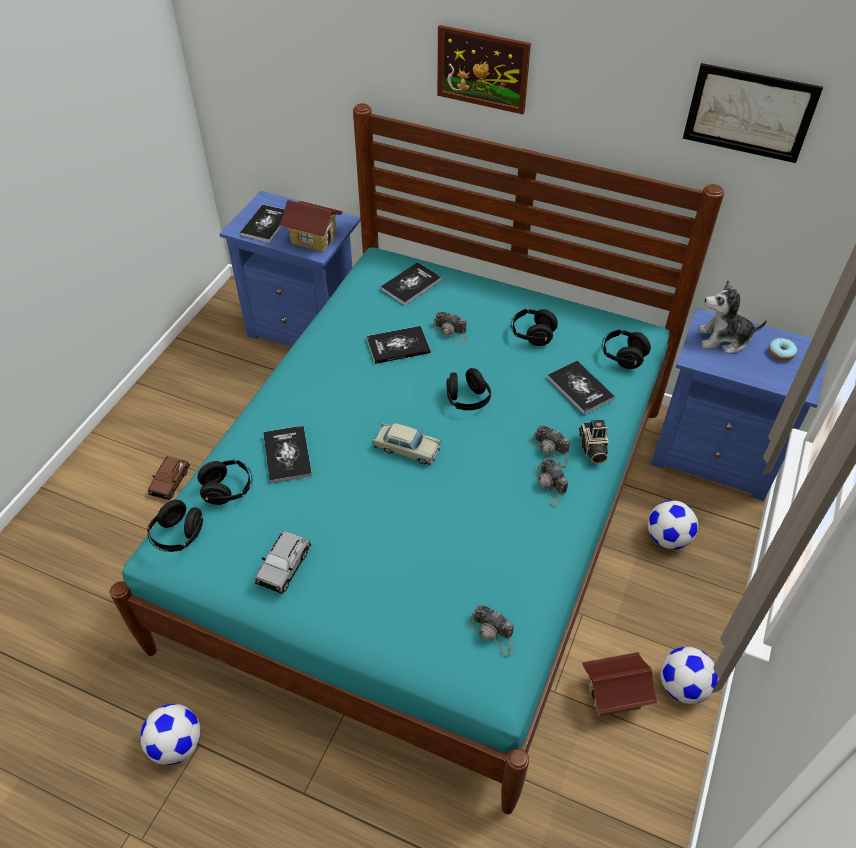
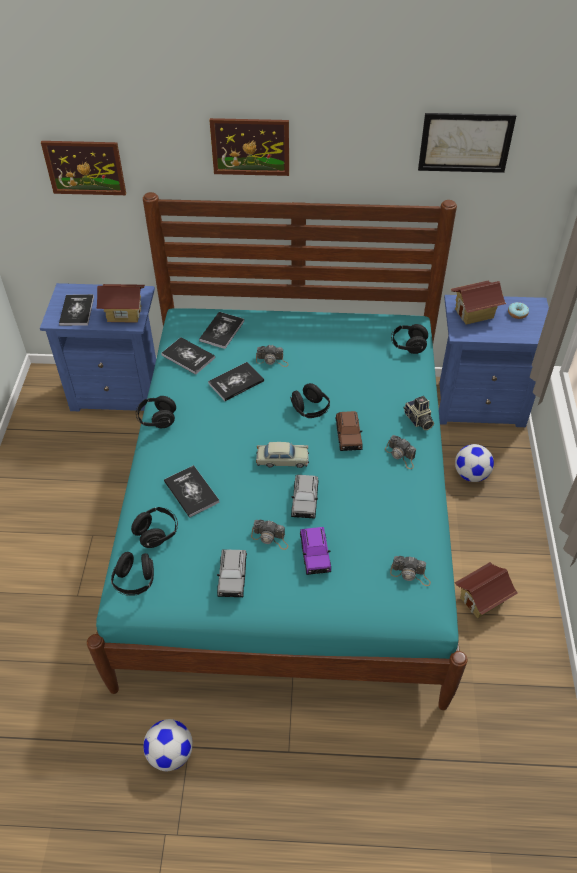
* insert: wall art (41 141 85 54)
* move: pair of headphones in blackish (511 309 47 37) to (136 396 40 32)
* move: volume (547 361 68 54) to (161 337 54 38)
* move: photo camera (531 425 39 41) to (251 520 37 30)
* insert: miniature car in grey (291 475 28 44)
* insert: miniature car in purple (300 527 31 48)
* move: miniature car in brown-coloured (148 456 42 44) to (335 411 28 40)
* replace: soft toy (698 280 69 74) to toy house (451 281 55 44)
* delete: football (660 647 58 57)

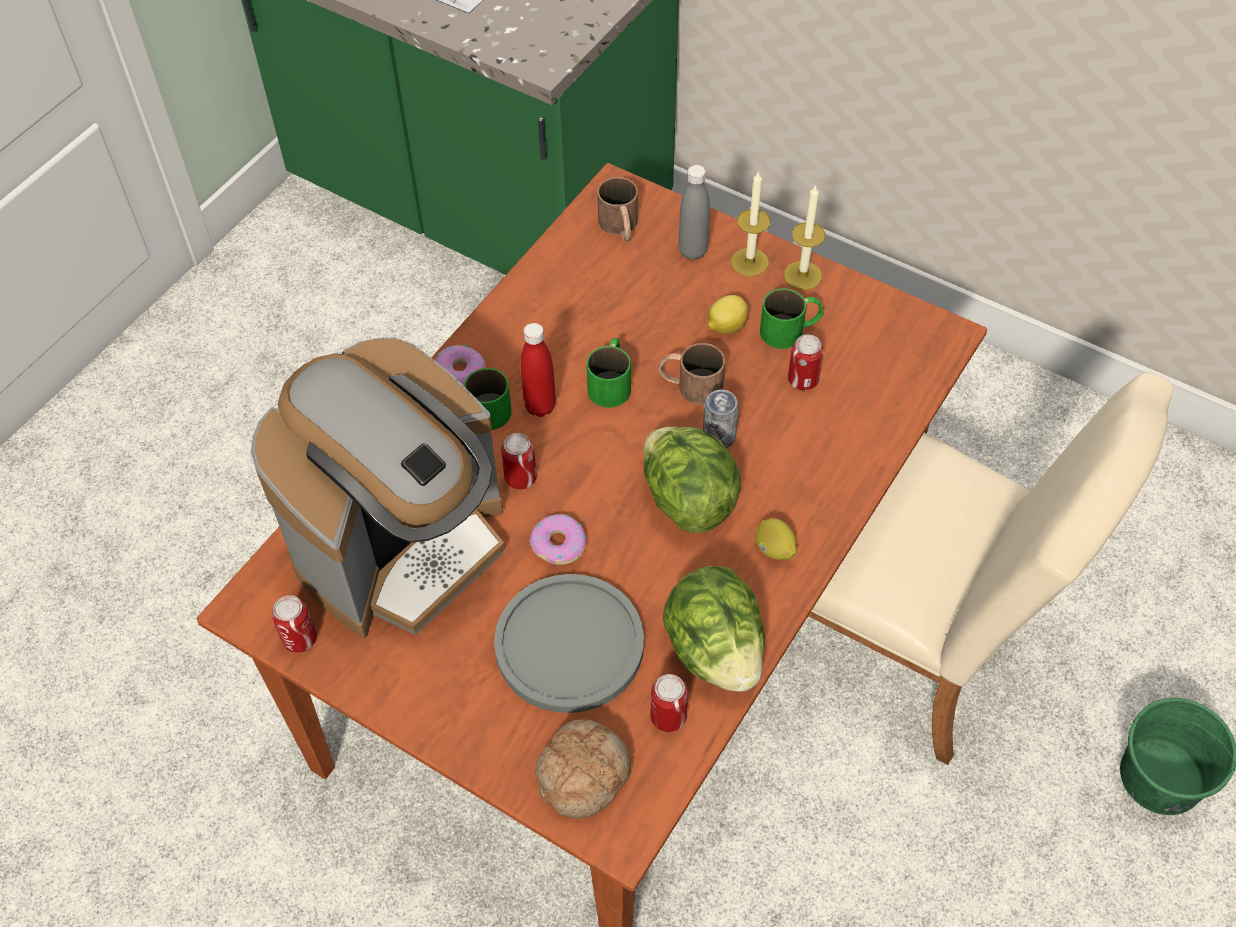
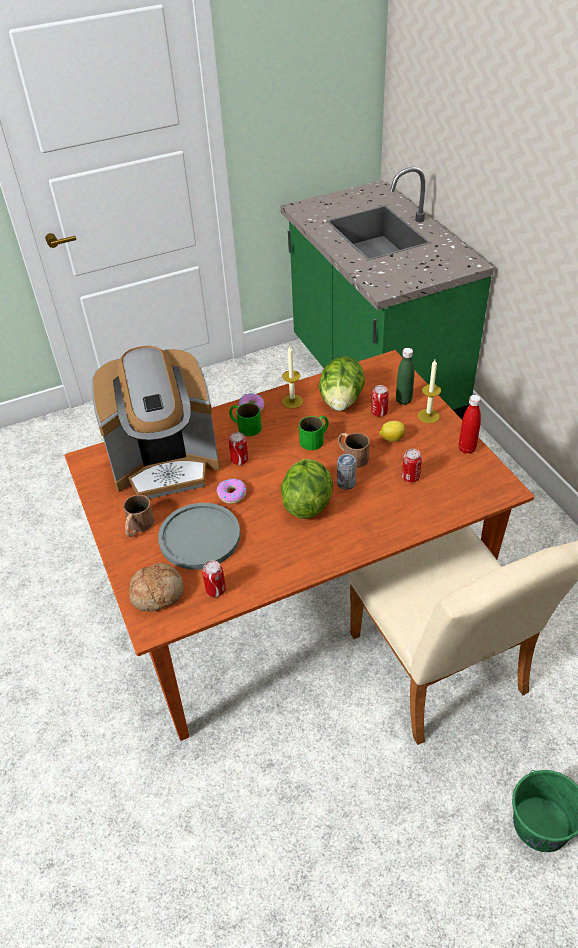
* move: coffee mug in brown-coloured (597 177 41 64) to (123 495 31 42)
* move: wax light (784 184 41 106) to (282 346 21 63)
* move: lettuce head (663 566 102 126) to (319 356 46 55)
* move: metal can (272 595 45 58) to (371 385 18 32)
* recolor: beverage bottle in grey (679 165 31 95) to beverage bottle in green-coloured (396 348 18 57)
* move: beverage bottle in red (520 323 36 94) to (459 395 22 59)
* delete: citrus fruit (755 518 42 42)
* delete: coffee mug in green-coloured (760 288 64 61)

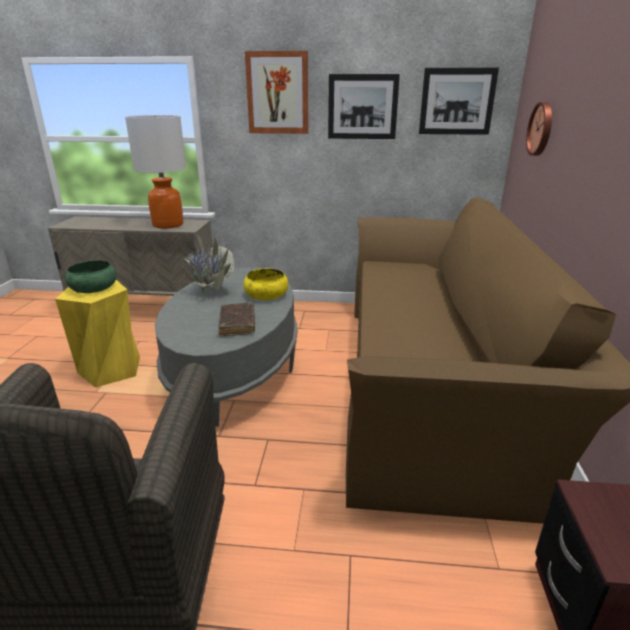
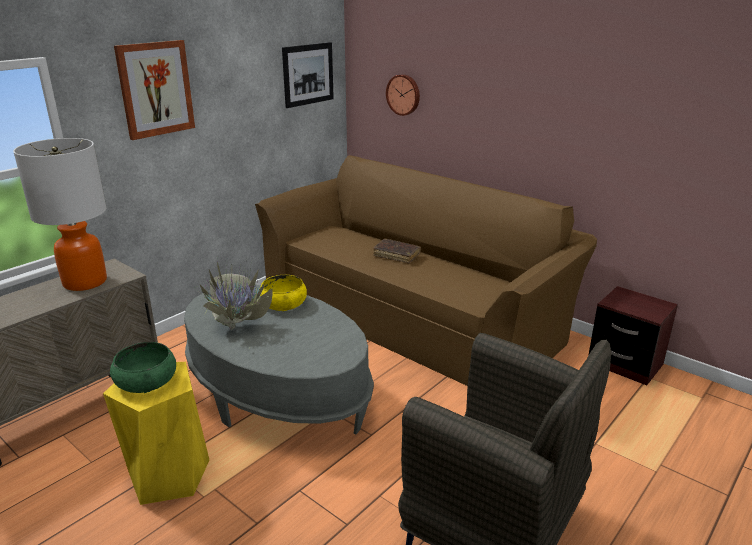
* move: volume in brown-coloured (218 303 37 33) to (373 239 48 24)
* delete: wall art (328 74 72 65)

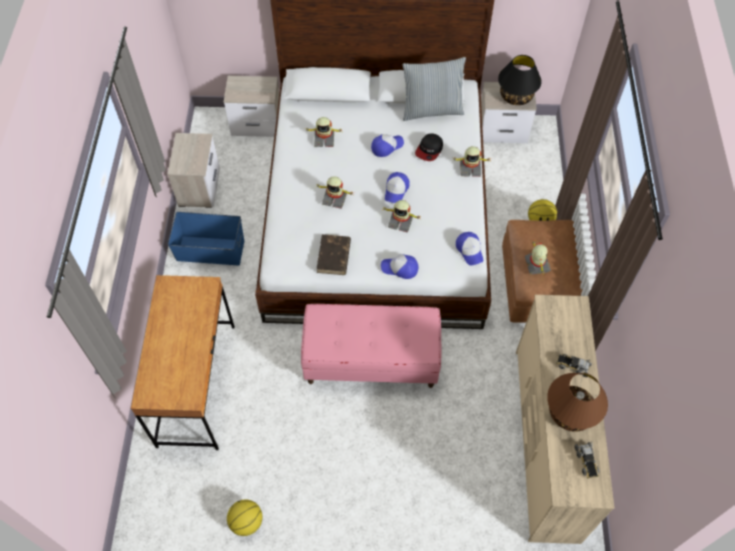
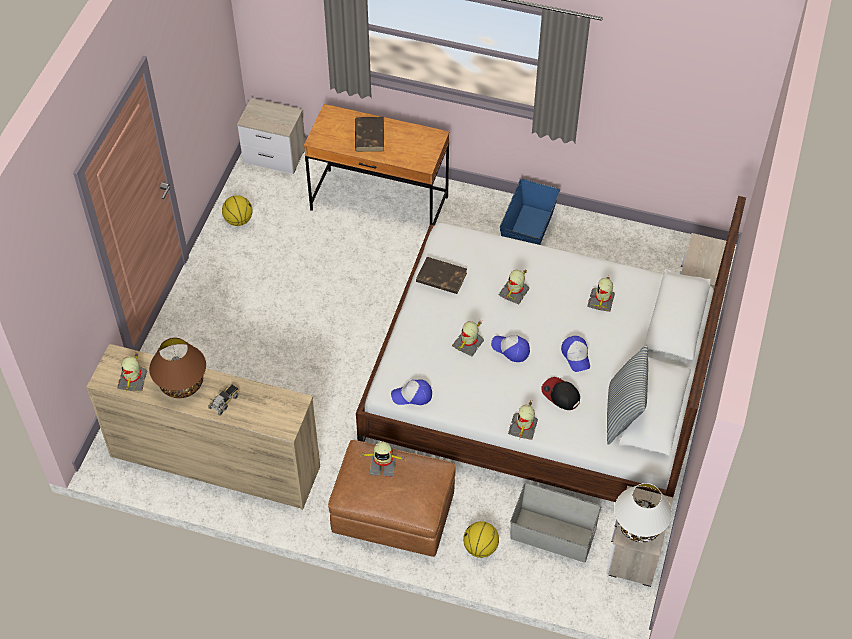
* replace: model truck (574 442 25 36) to model robot (117 353 30 39)
* move: night table (168 133 52 75) to (237 98 68 76)
* insert: volume in brown-coloured (355 117 29 35)
* insert: storage container in grey (510 482 91 80)
* recolor: table lamp in blackish (498 55 43 50) to table lamp in whitish (614 483 58 59)
* delete: long seat in pink-coloured (301 304 141 84)
* delete: peaked cap (381 254 38 25)

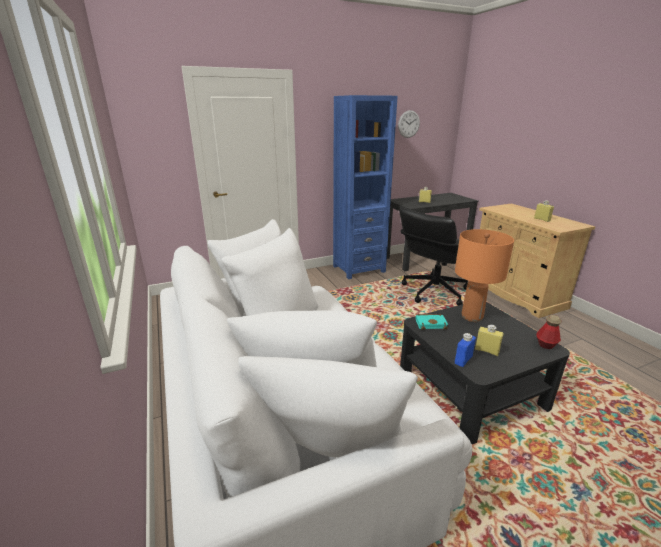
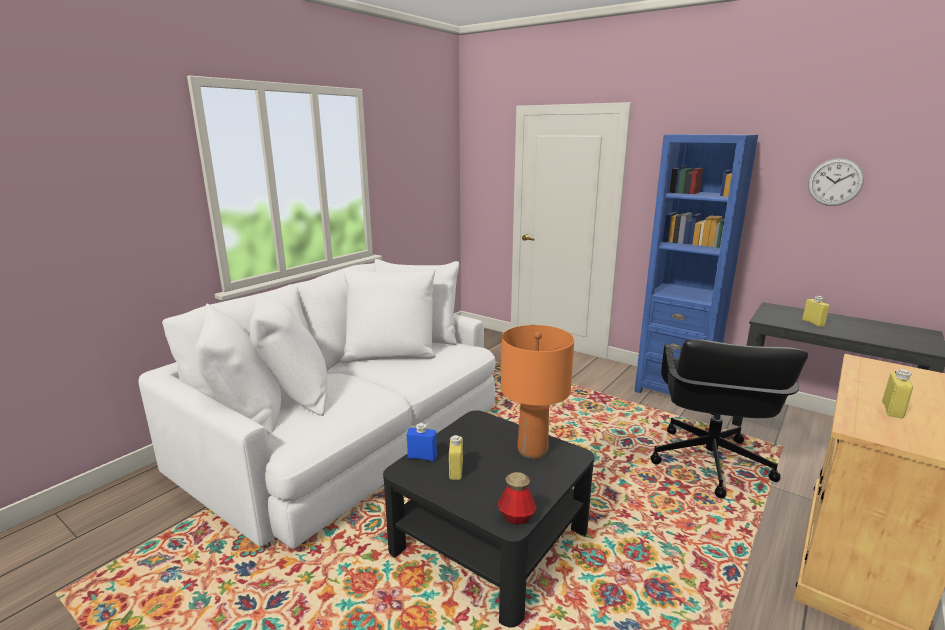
* rotate: desk chair in blackish (399 208 69 97) = (651 339 157 160) 90 degrees counterclockwise
* delete: volume in blue-green (415 314 33 16)

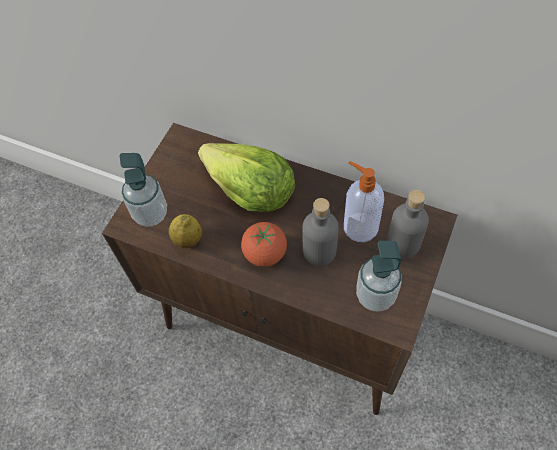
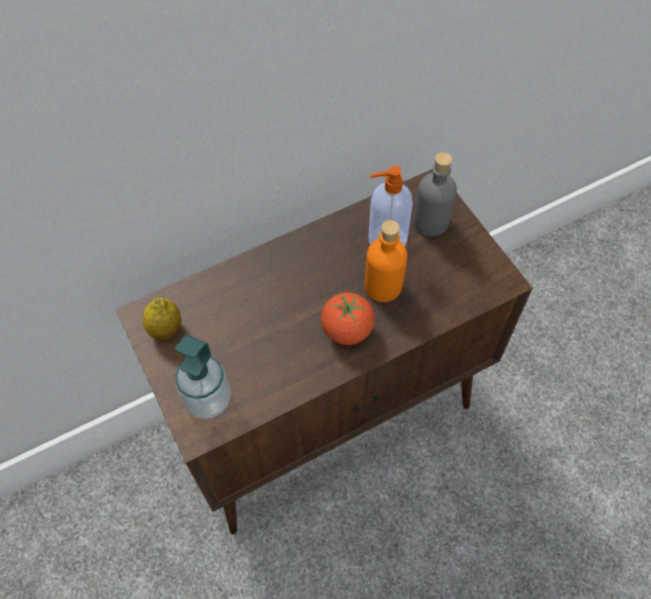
* move: citrus fruit (169 214 33 34) to (143 297 38 43)
* recolor: beverage bottle in grey (302 198 37 68) to beverage bottle in orange (365 220 42 82)
* delete: lettuce head (198 143 97 69)
* delete: soap bottle (356 241 46 71)

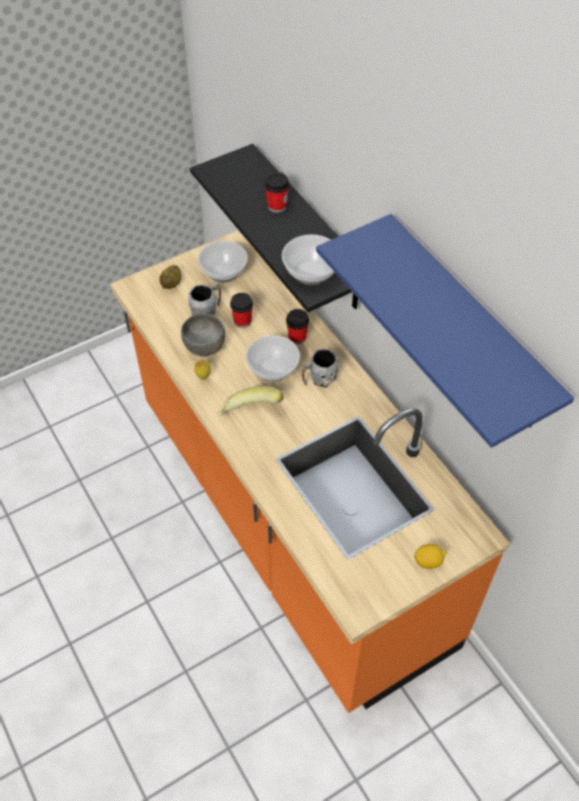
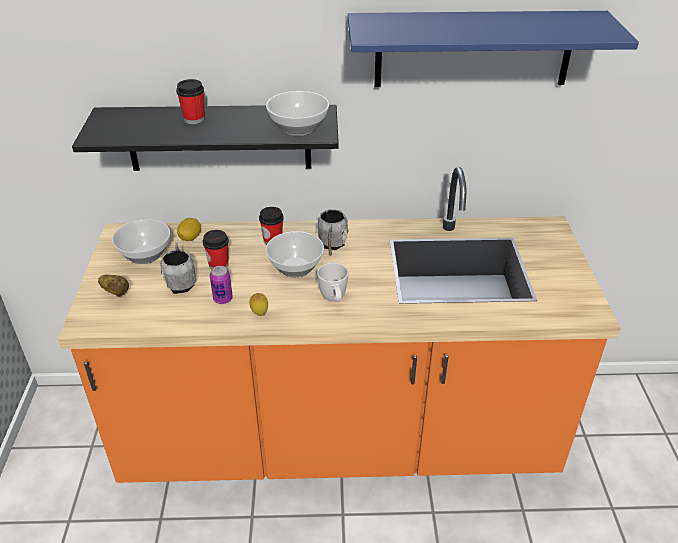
* move: citrus fruit (414 544 32 25) to (177 218 24 23)
* replace: deep dish in grey (181 313 44 43) to metal can (210 266 23 38)
* replace: whole banana (217 386 67 30) to coffee mug in whitish (317 263 31 39)

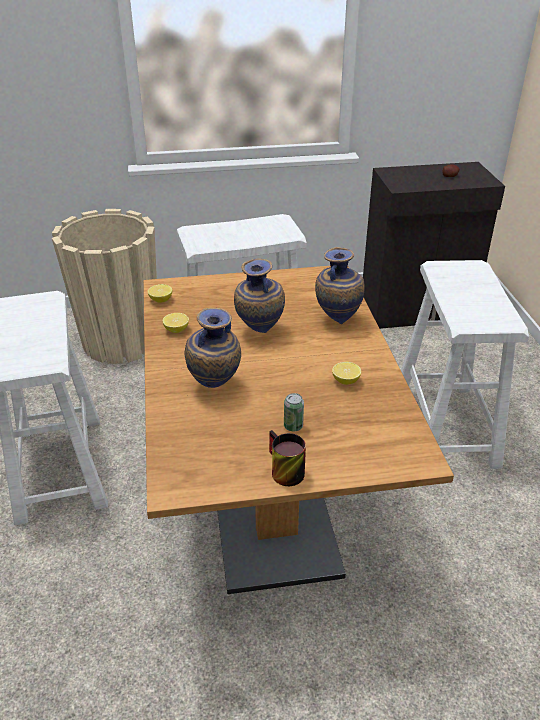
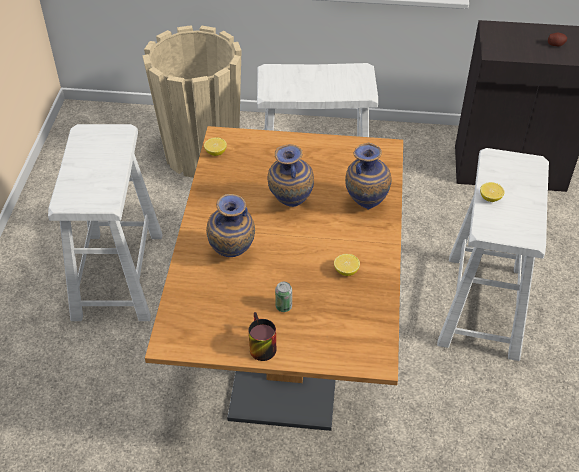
* move: citrus fruit (162 313 27 20) to (480 182 25 20)

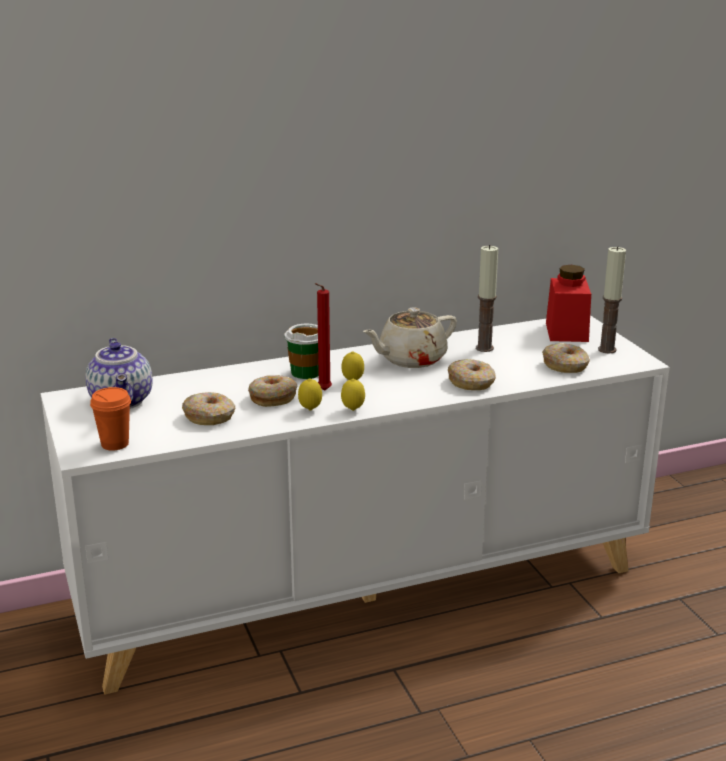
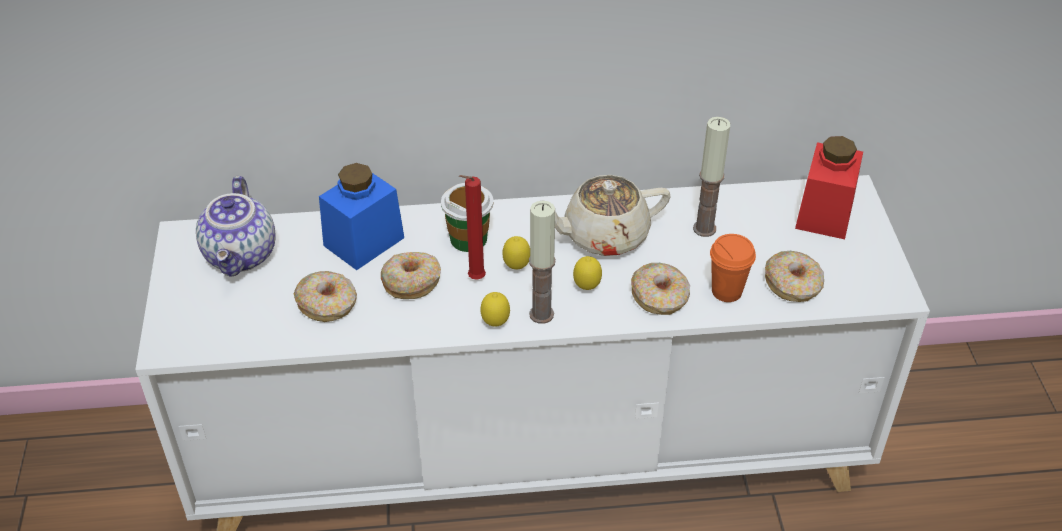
* insert: jar in blue-coloured (319 163 85 107)
* move: wax light (598 246 28 108) to (529 201 27 123)
* move: citrus fruit (298 378 24 33) to (573 256 29 34)
* move: drinking cup in orange (90 387 41 64) to (710 234 46 68)

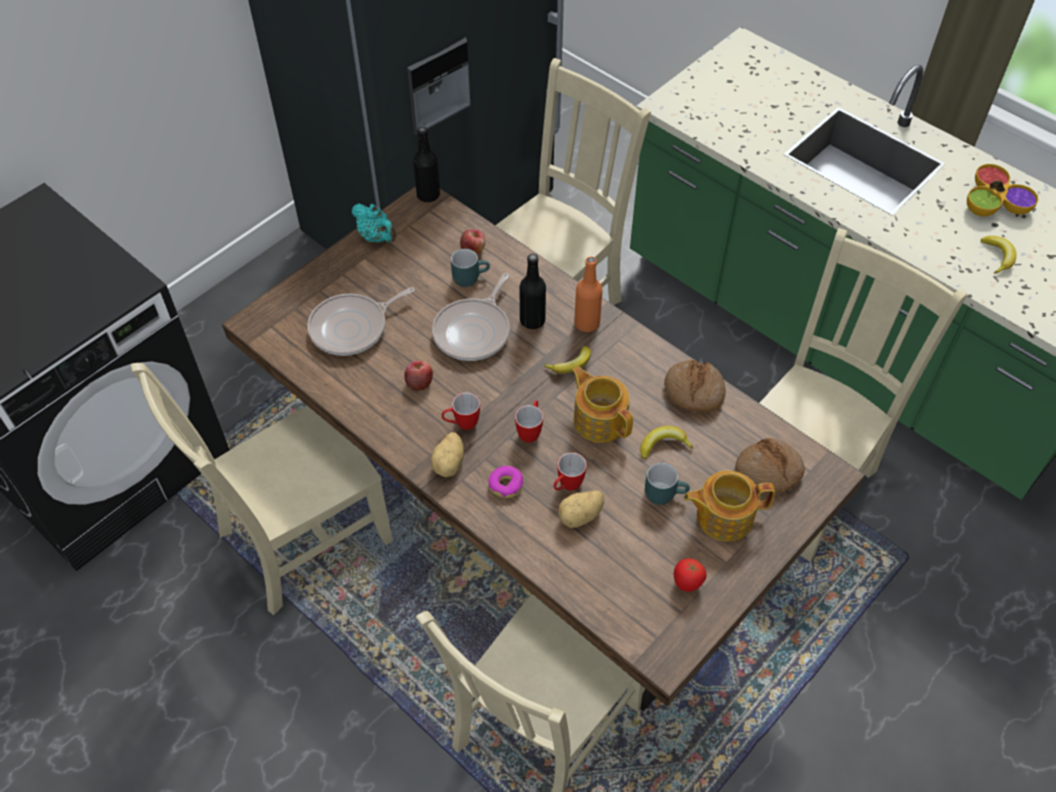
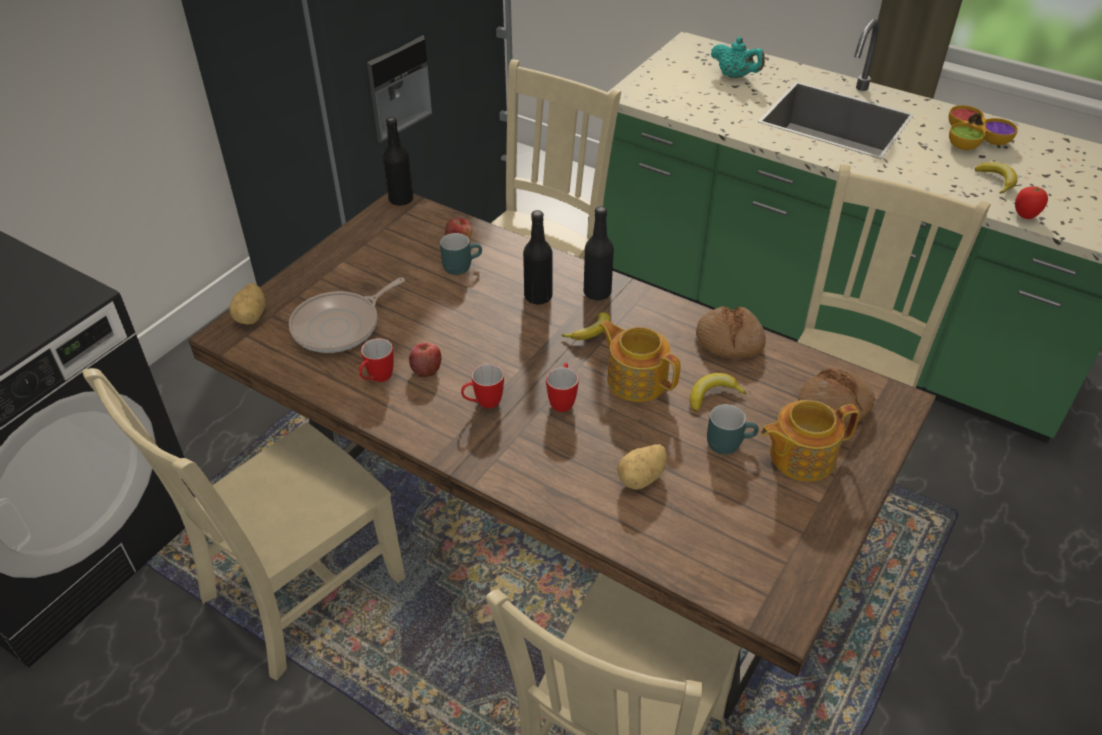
* move: whole potato (431 432 33 45) to (229 283 37 41)
* move: coffee mug (553 452 34 39) to (359 338 35 44)
* recolor: beverage bottle in orange (574 257 29 75) to beverage bottle in blackish (584 206 30 94)
* move: tea pot in blue-green (352 203 44 40) to (711 37 54 41)
* move: tomato (674 558 33 34) to (1015 186 33 33)
* delete: frying pan (432 273 78 88)
* delete: doughnut (488 466 35 32)

